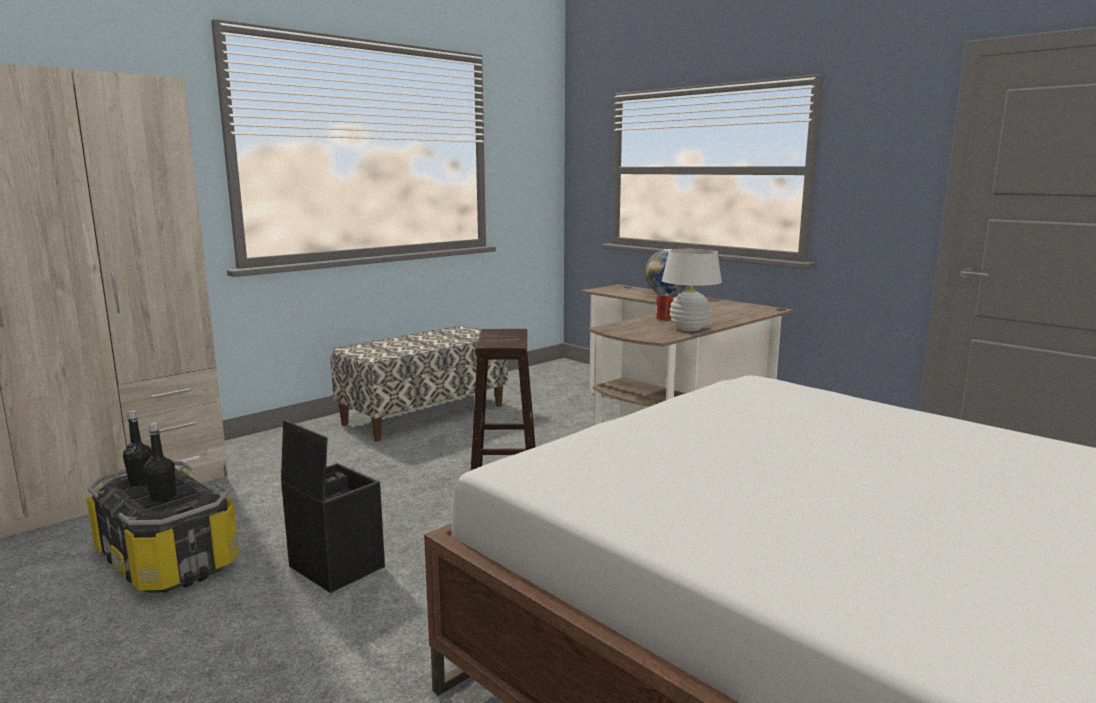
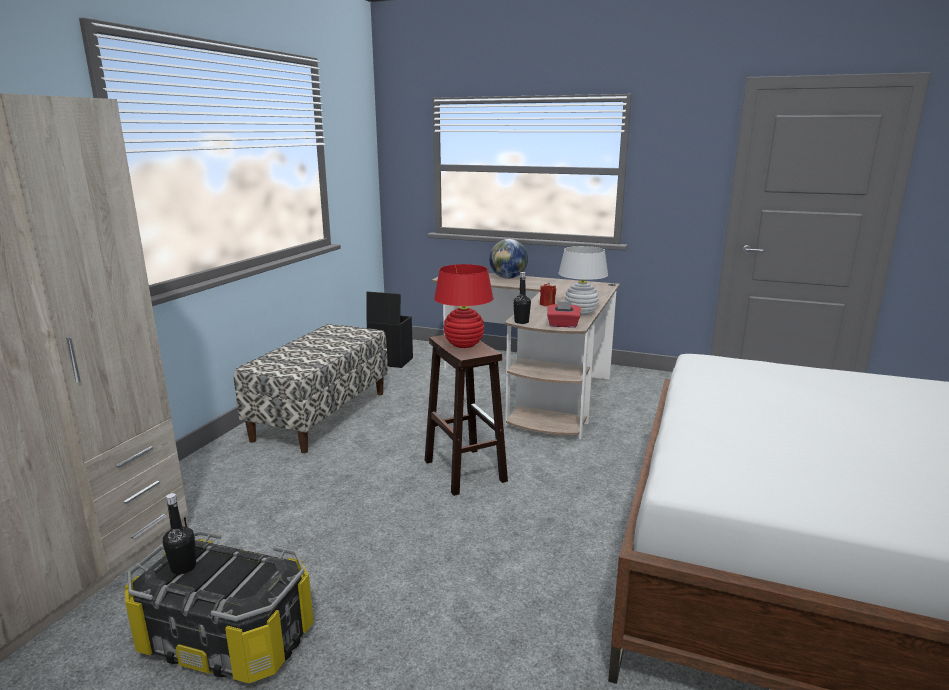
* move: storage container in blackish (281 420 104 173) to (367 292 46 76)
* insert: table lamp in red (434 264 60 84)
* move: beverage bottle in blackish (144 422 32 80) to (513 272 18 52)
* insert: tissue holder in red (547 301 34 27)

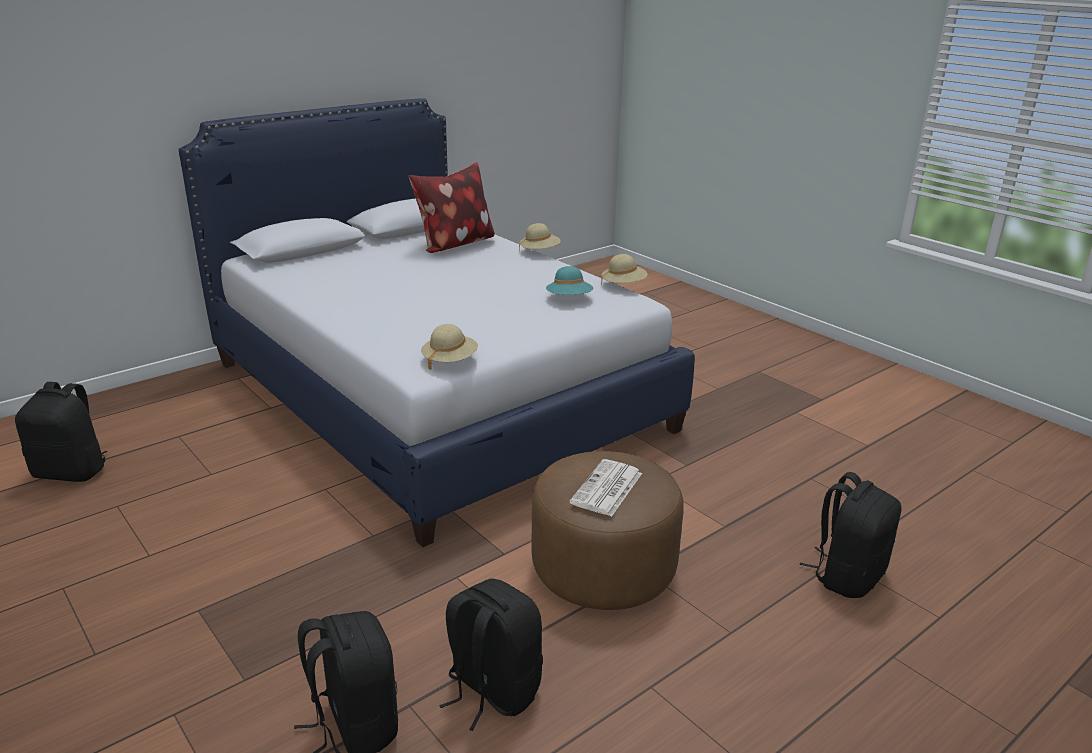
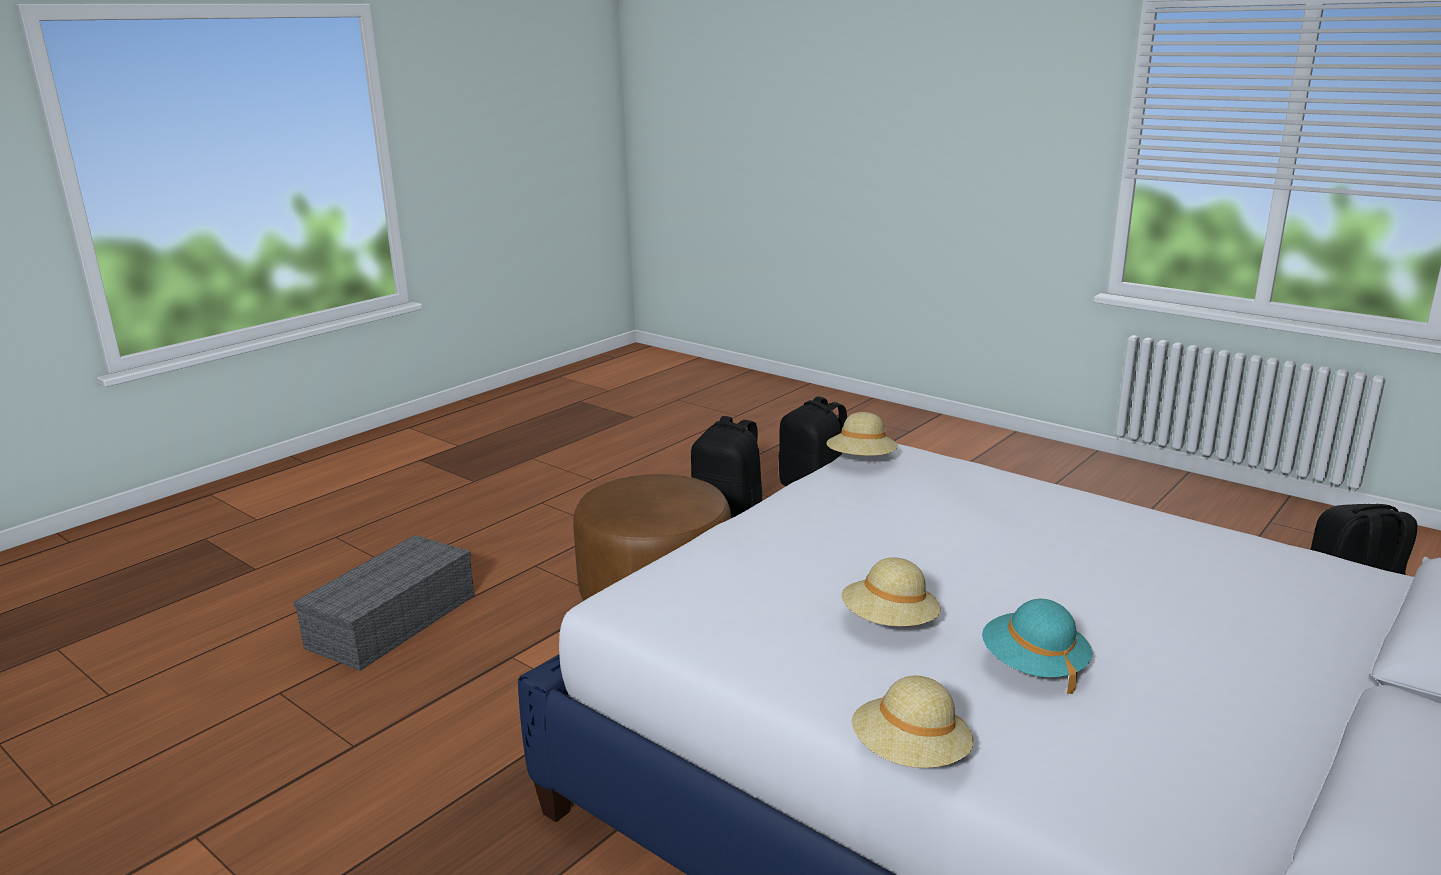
* replace: knapsack in blackish (800 472 102 126) to storage container in grey (293 535 181 136)
* move: clothing hat in beige-coloured (601 254 46 31) to (841 557 100 70)
* move: clothing hat in blue-green (546 266 47 29) to (982 599 111 95)
* delete: pillow (409 162 86 91)
* delete: daily paper (569 459 73 58)

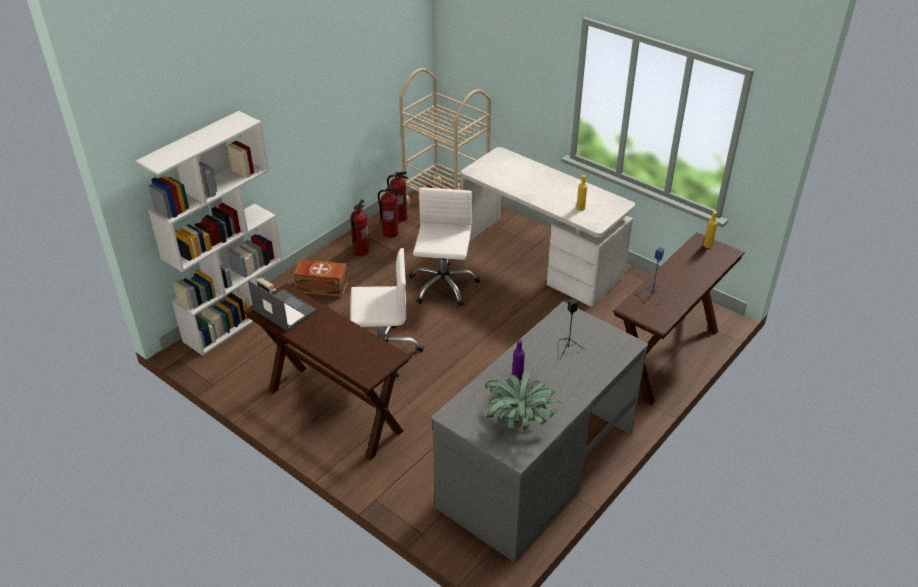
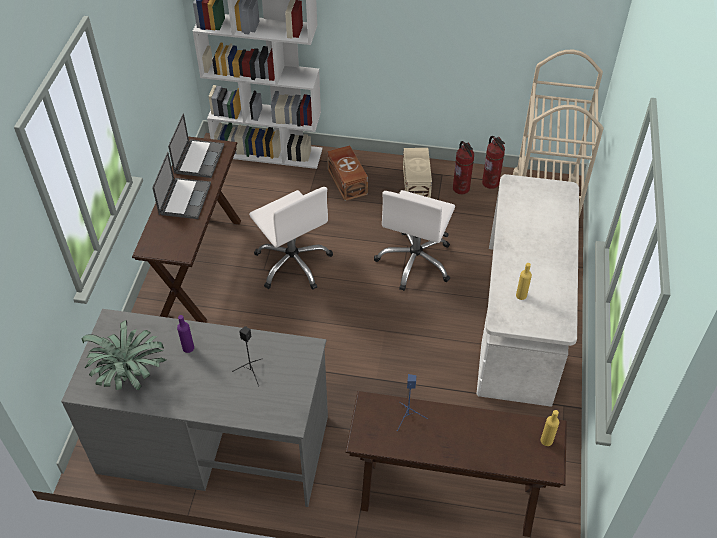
* insert: portable computer (152 152 59 67)
* rotate: desk chair in whitish (409 187 71 120) = (374 190 81 101) 135 degrees clockwise
* replace: fire-fighting cylinder (350 200 19 56) to storage container in beige-coloured (403 148 29 50)

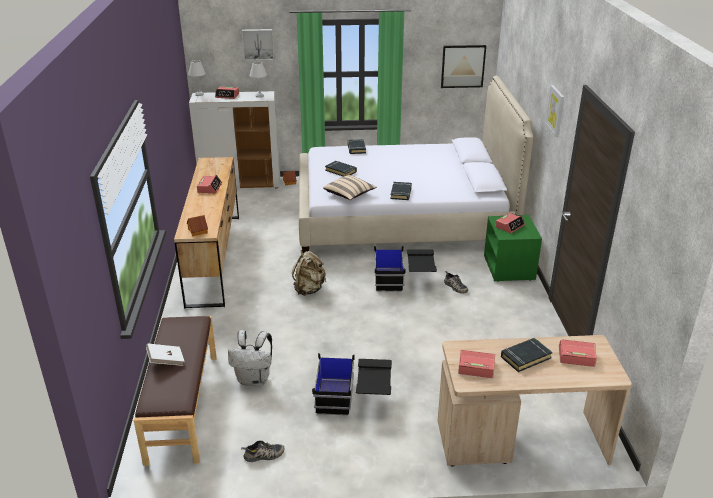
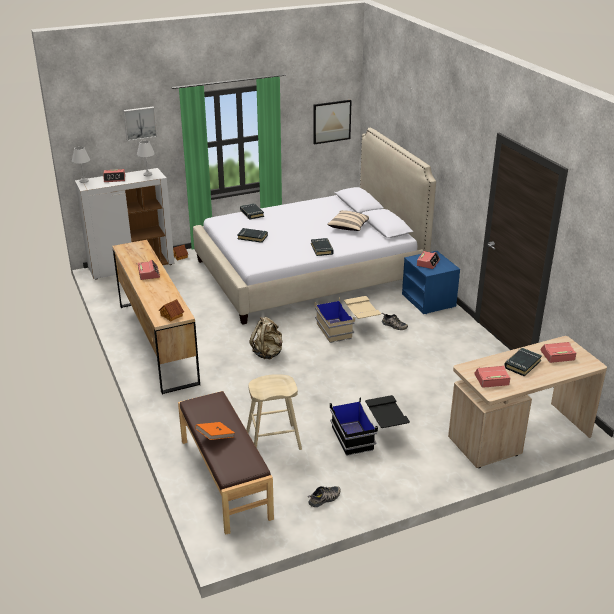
* recolor: volume in whitish (146 343 39 23) to volume in orange (195 422 40 18)
* replace: knapsack in whitish (228 330 44 56) to stool seat in beige-coloured (246 374 56 76)
* recolor: storage container in blackish (374 246 63 46) to storage container in beige-coloured (314 296 67 47)
* move: pillow in beige-coloured (323 175 54 25) to (327 210 42 21)
* recolor: night table in green-coloured (484 215 58 67) to night table in blue-coloured (402 251 58 63)
* delete: wall art (545 85 19 52)

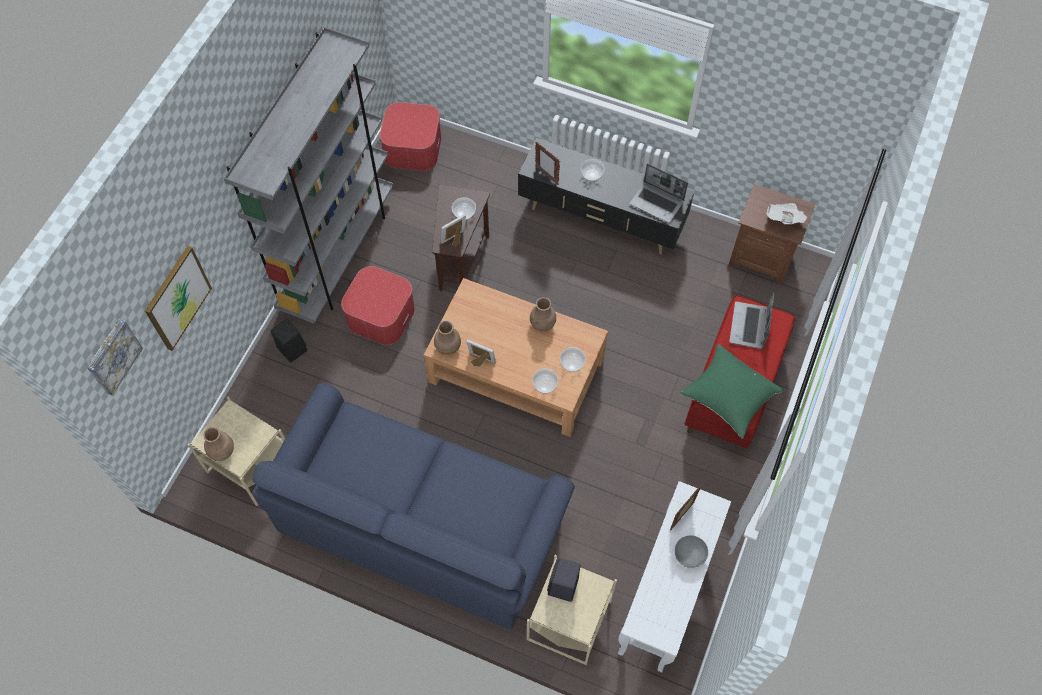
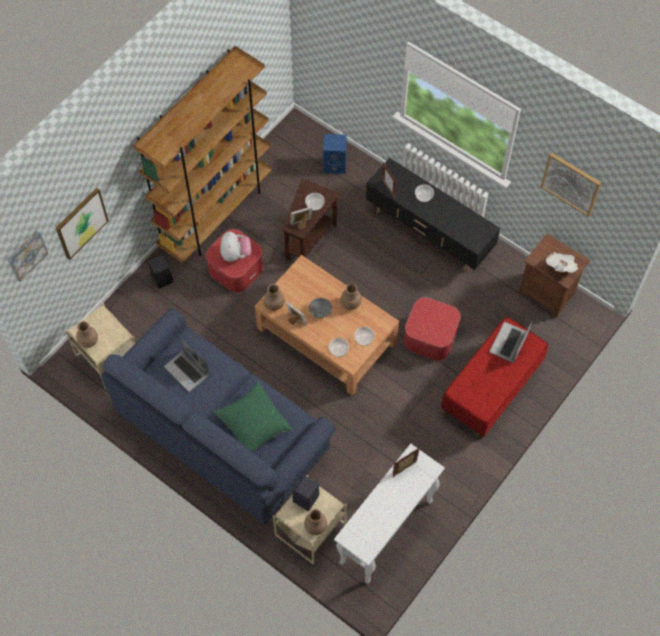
* recolor: bookshelf in grey (224 27 169 297) to bookshelf in brown-coloured (133 46 139 217)
* move: portable computer (630 164 58 59) to (164 339 46 53)
* move: pillow in green-coloured (680 344 103 95) to (213 381 79 71)
* insert: soft toy (220 232 31 30)
* insert: vase in brown-coloured (304 509 23 26)
* move: deep dish in grey (675 535 33 33) to (309 298 23 20)
* insert: speaker in blue-coloured (323 134 24 40)
* move: pouffe (380 102 61 69) to (404 297 57 64)
* insert: wall art (541 152 60 65)

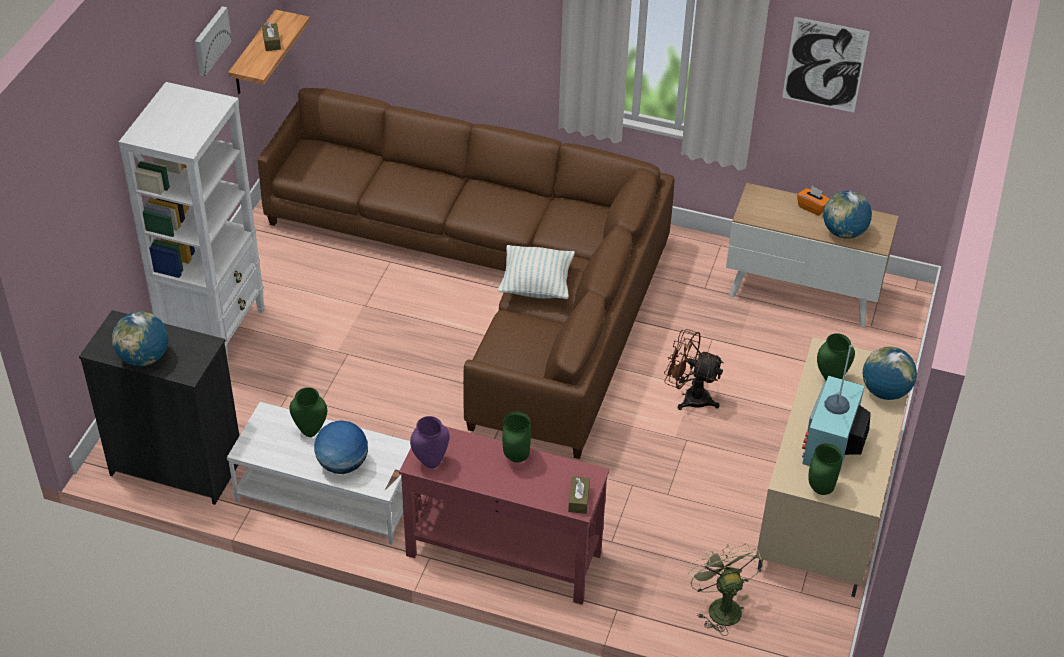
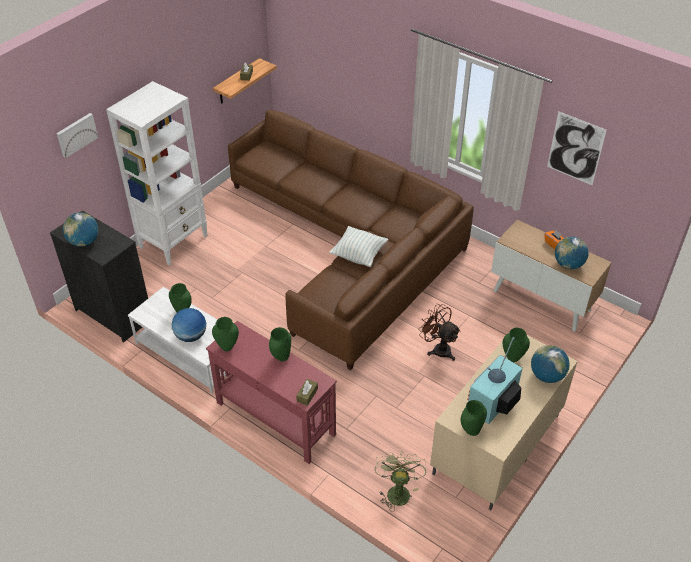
* move: wall art (195 6 37 70) to (57 113 41 45)
* recolor: vase in purple (410 416 39 53) to vase in green-coloured (212 317 27 34)

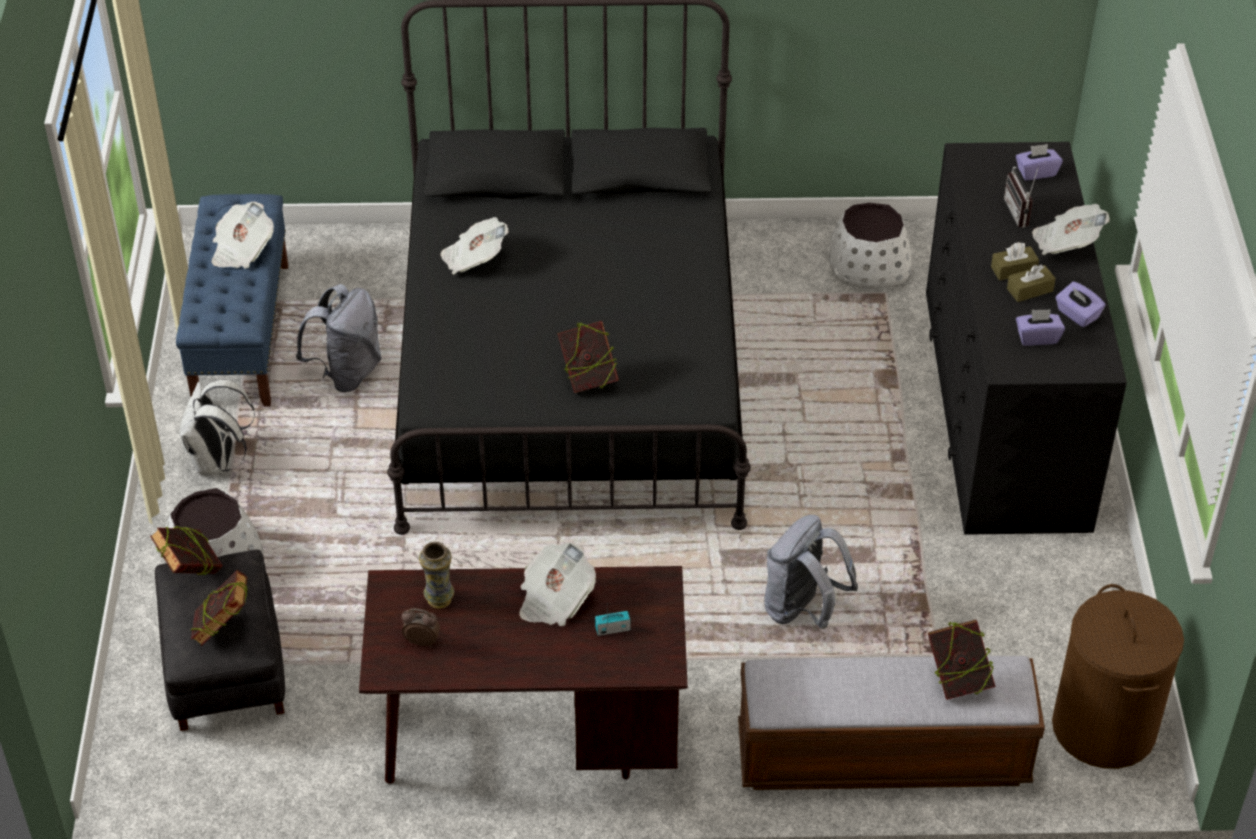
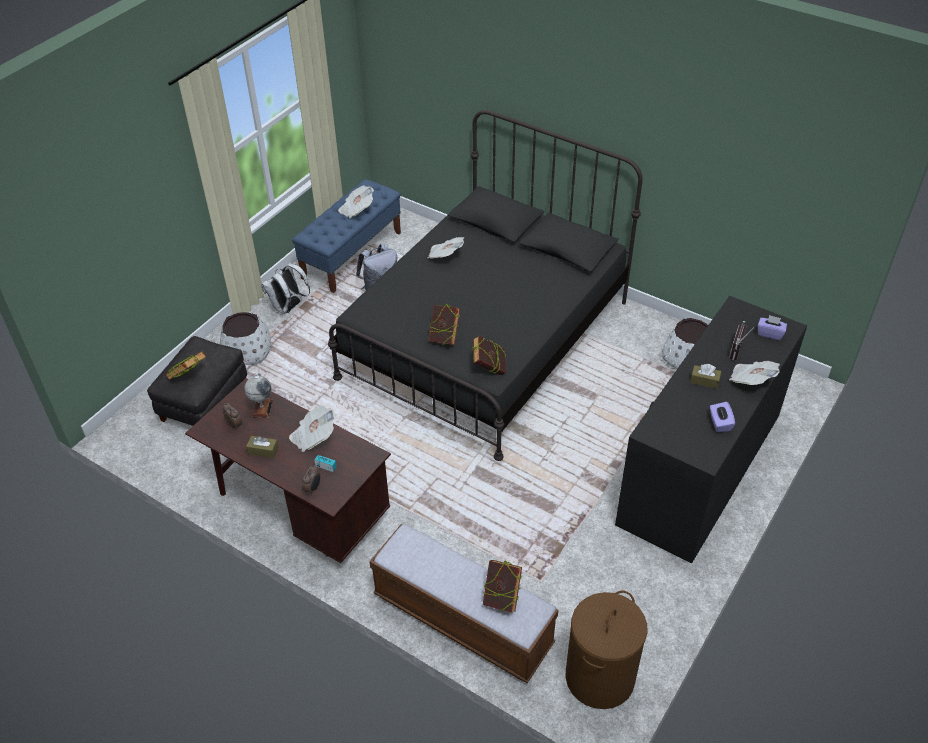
* replace: vase (419 542 35 67) to world globe (244 373 29 45)
* move: tissue holder in brown-coloured (1007 264 49 38) to (246 436 33 22)
* insert: table clock (302 465 18 30)
* move: volume (150 526 73 49) to (473 336 33 39)
* delete: knapsack in grey (764 515 94 114)
* delete: tissue holder in purple (1016 309 49 37)

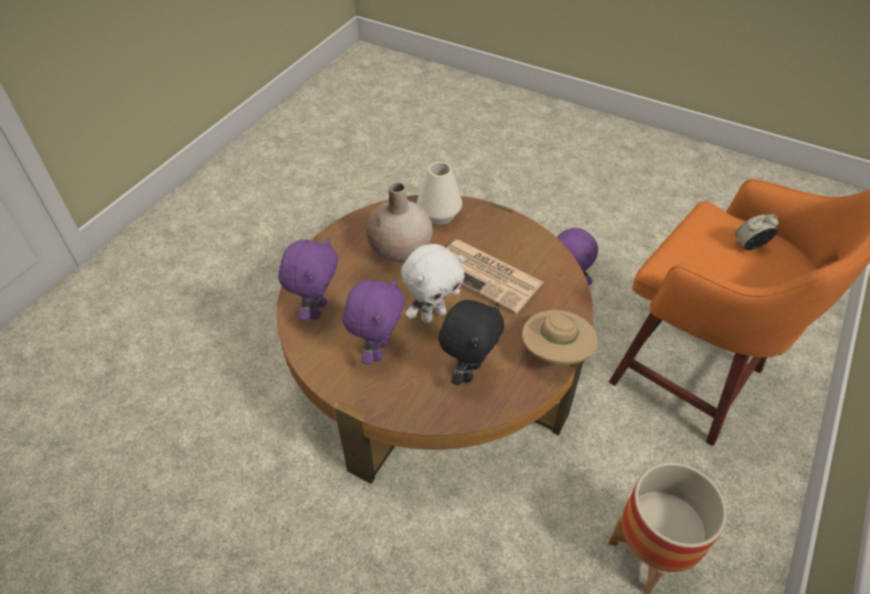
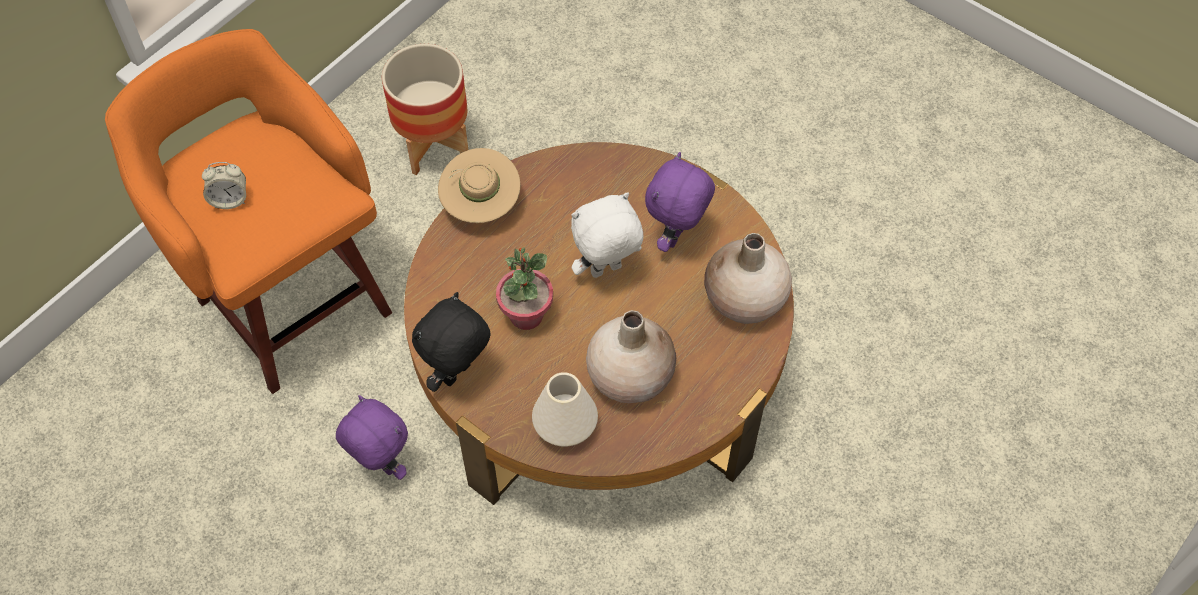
* move: soft toy in blackish (438 300 66 85) to (412 292 79 100)
* replace: daily paper (447 240 96 74) to houseplant (496 247 57 83)
* replace: soft toy in purple (278 238 60 83) to vase in beige-coloured (704 233 88 91)

